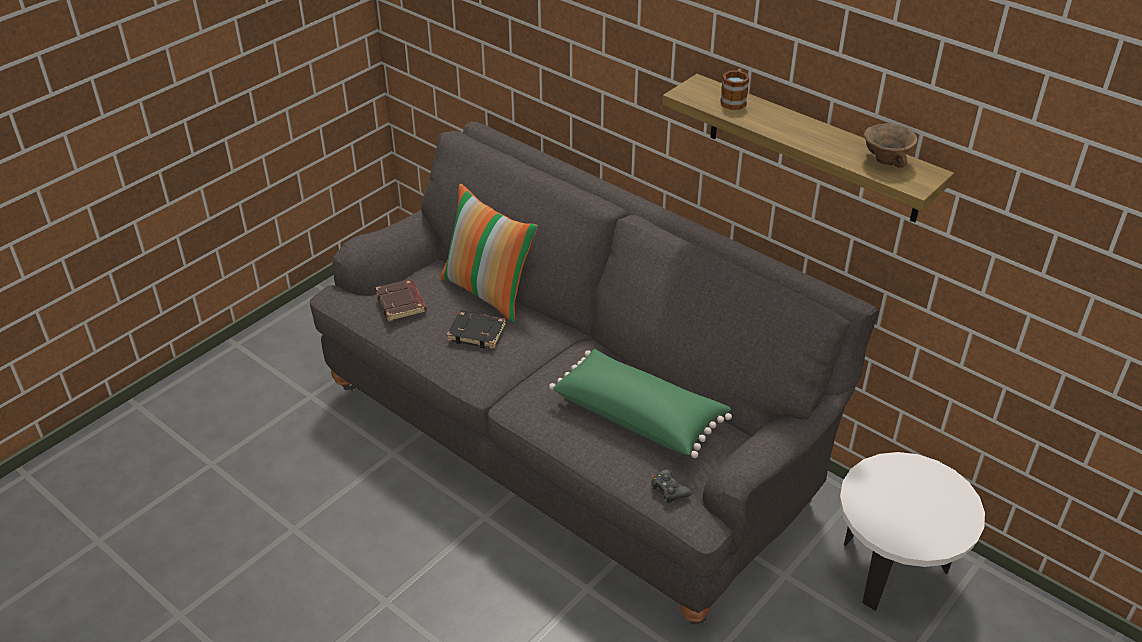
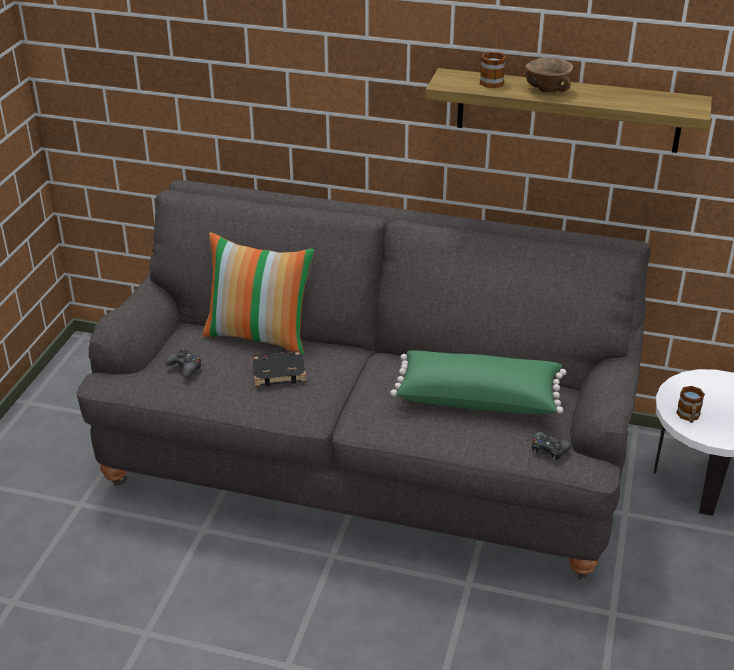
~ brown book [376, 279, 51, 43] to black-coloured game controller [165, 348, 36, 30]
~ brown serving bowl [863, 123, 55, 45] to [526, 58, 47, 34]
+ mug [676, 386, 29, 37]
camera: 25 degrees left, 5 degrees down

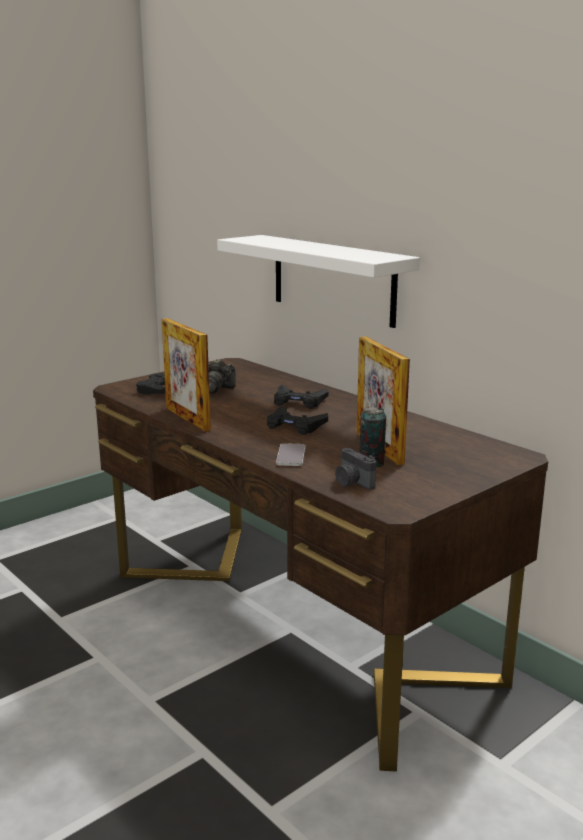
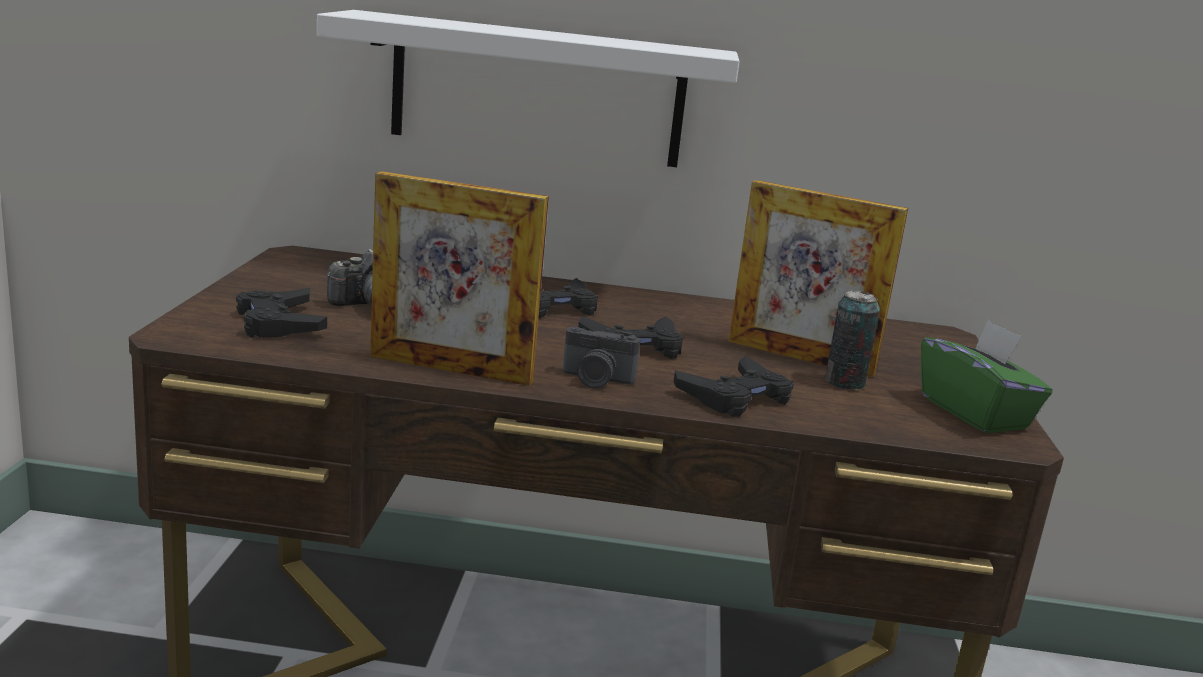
~ handset [276, 443, 29, 23] to black-coloured game controller [674, 356, 120, 61]
~ photo camera [335, 448, 41, 42] to [563, 327, 77, 61]
+ greenish box of tissues [921, 320, 132, 113]
camera: 45 degrees left, 0 degrees up

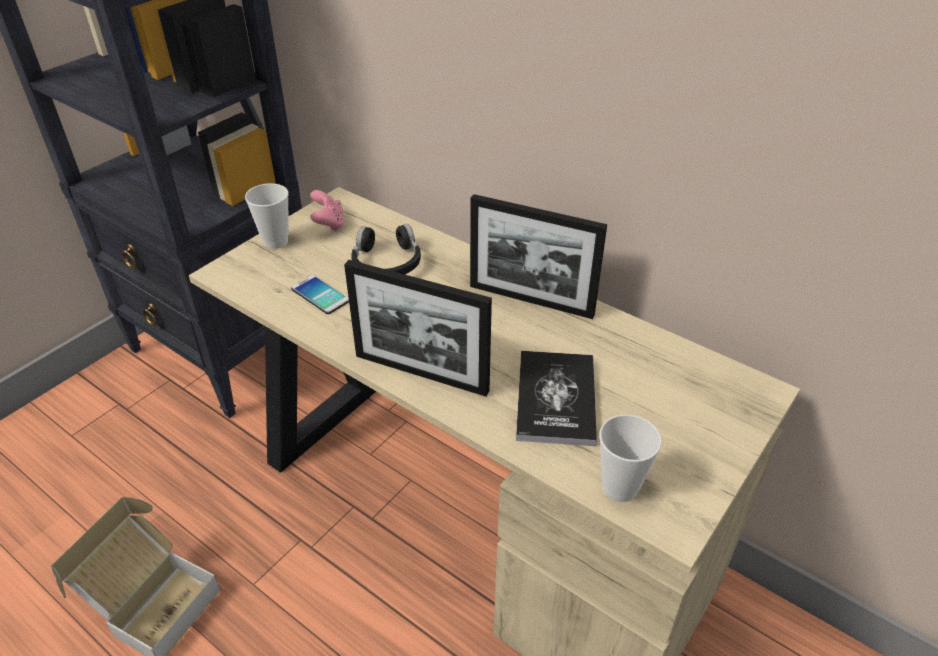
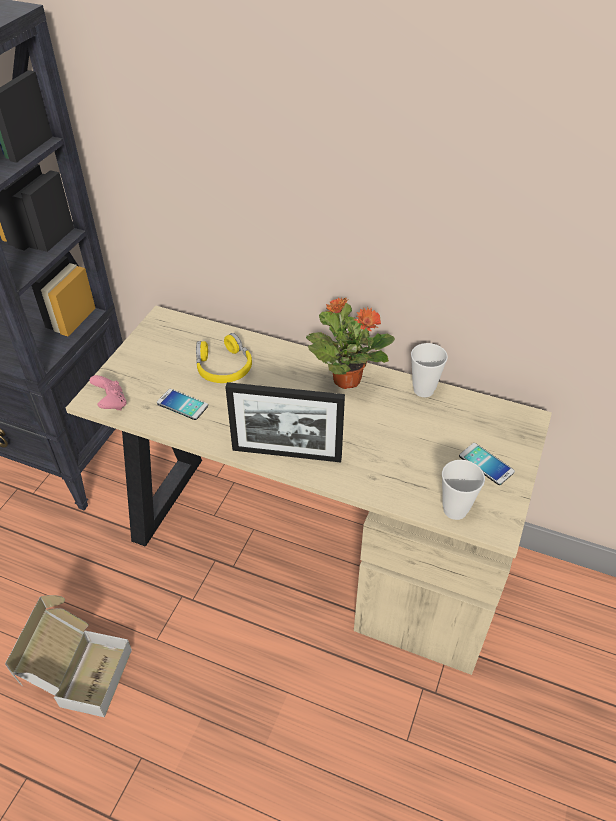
~ drinking cup [245, 183, 44, 66] to [411, 343, 37, 54]
~ pink game controller [310, 190, 34, 42] to [89, 375, 38, 35]
~ black-coloured headphones [351, 224, 70, 50] to yellow headphones [196, 333, 56, 50]
~ photo frame [470, 194, 137, 125] to plant in a pot [306, 297, 89, 92]
- book [516, 351, 81, 95]
+ handset [459, 443, 56, 42]
camera: 15 degrees left, 5 degrees up

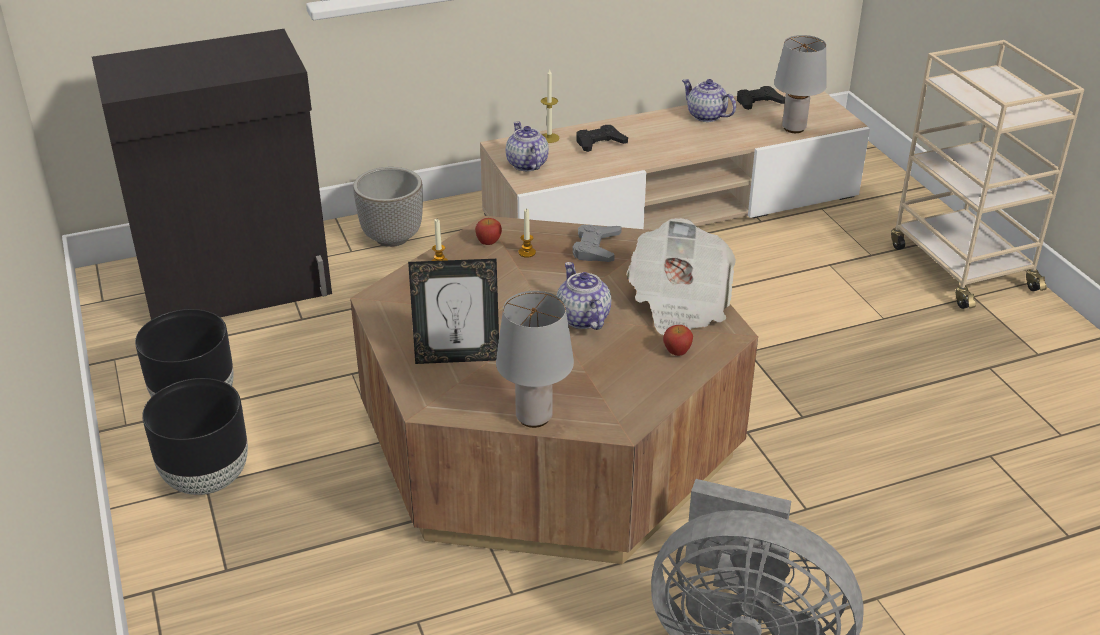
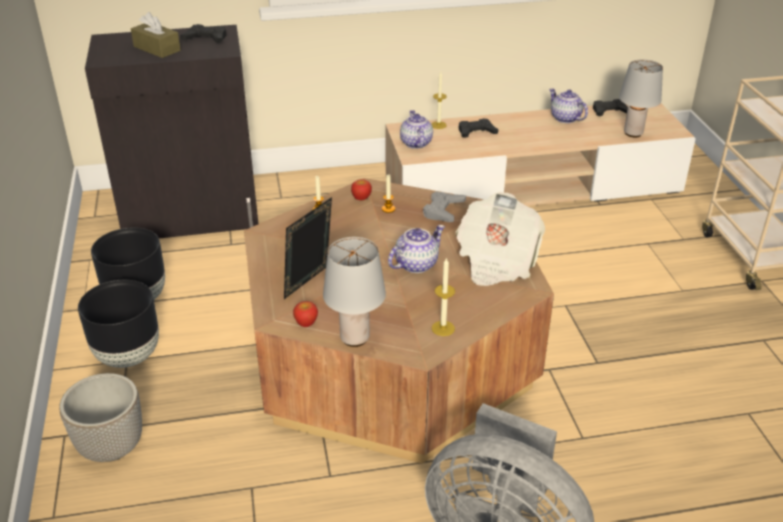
~ plant pot [353, 167, 70, 80] to [59, 373, 83, 89]
~ photo frame [408, 259, 91, 105] = [284, 197, 48, 102] 120 degrees clockwise
~ pot for tea [557, 262, 54, 68] = [388, 225, 57, 48] 60 degrees clockwise
~ whole apple [663, 325, 30, 31] to [293, 301, 25, 26]
+ brown box of tissues [131, 12, 50, 46]
+ black-coloured game controller [181, 24, 46, 19]
+ wax candle [432, 257, 23, 79]
camera: 10 degrees right, 0 degrees up

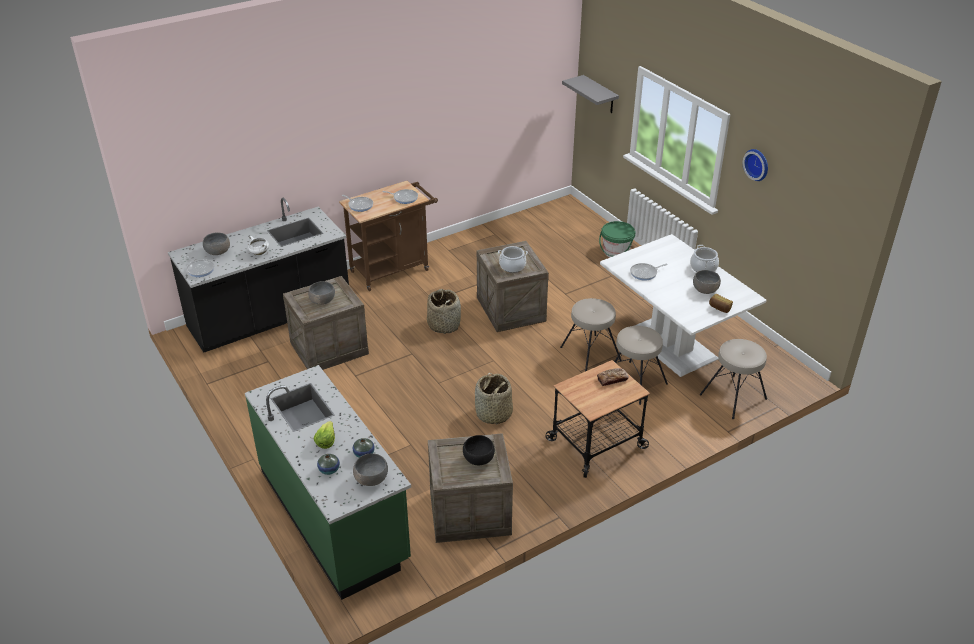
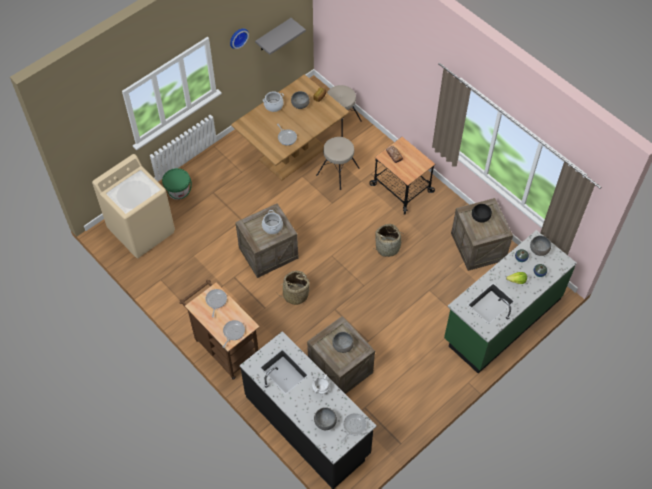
- beige-coloured stool [560, 298, 62, 73]
~ gray shelf [562, 75, 57, 38] to [255, 18, 51, 37]
~ white kitchen table [600, 234, 166, 143] to brown kitchen table [231, 74, 118, 106]
+ beige-coloured laundry machine [92, 154, 83, 104]
camera: 100 degrees left, 20 degrees up

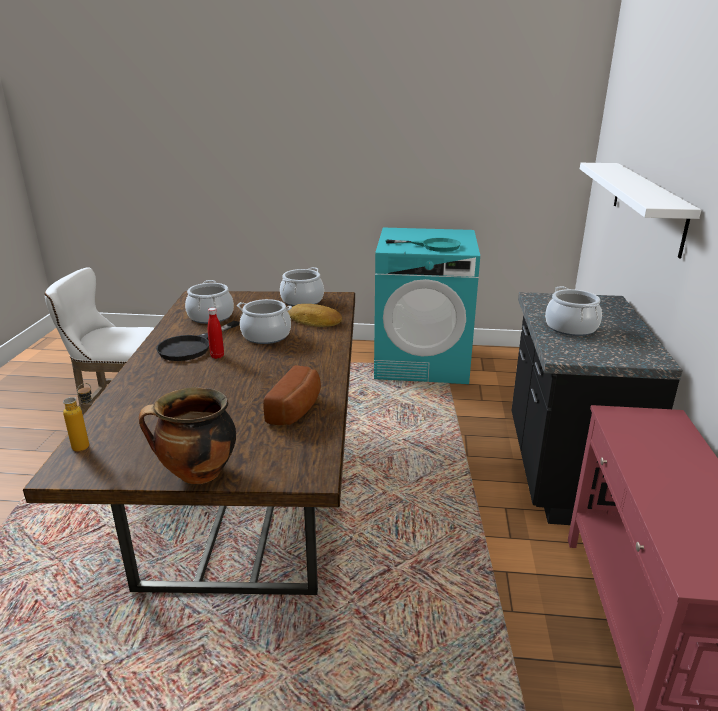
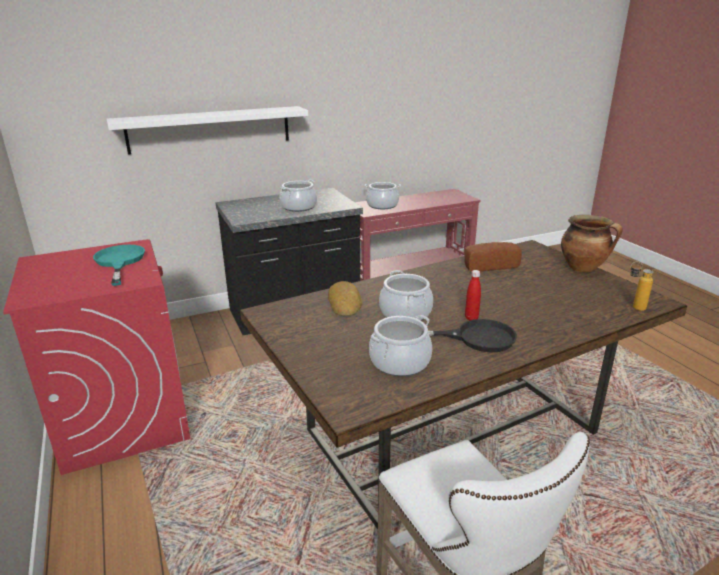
~ saucepot [280, 267, 44, 39] to [365, 182, 36, 27]
~ turquoise-coloured laundry machine [374, 228, 106, 156] to red-coloured laundry machine [3, 239, 187, 236]
camera: 120 degrees left, 0 degrees up

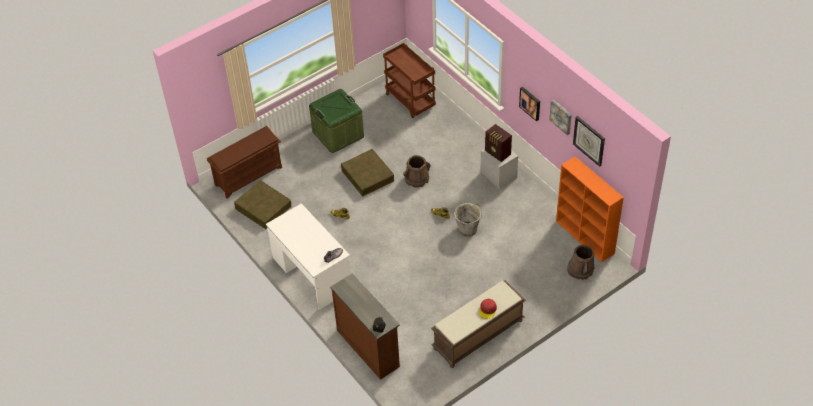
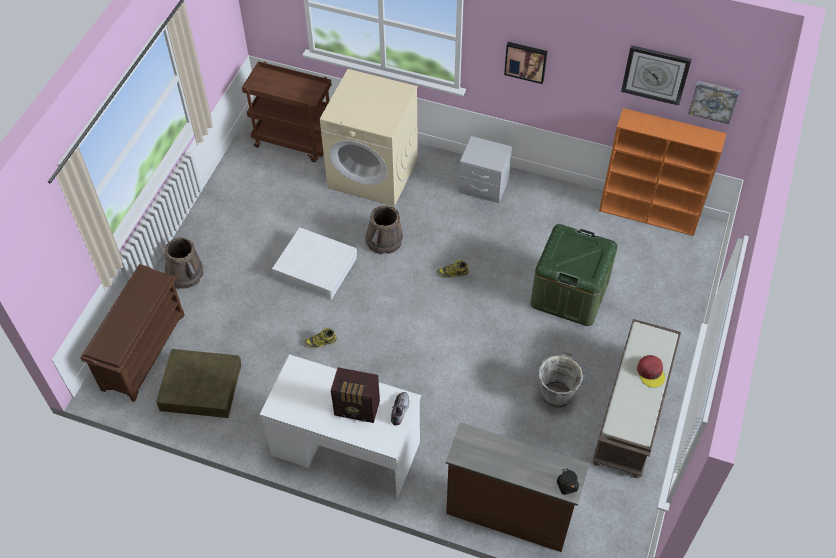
~ greenish storage container [309, 89, 55, 64] to [531, 224, 86, 102]
~ brown storage container [341, 149, 53, 48] to white storage container [272, 227, 85, 73]
~ gray pail [454, 203, 28, 34] to [539, 351, 47, 57]
~ radio set [485, 124, 27, 38] to [331, 367, 49, 56]
~ wall picture [549, 100, 23, 35] to [688, 81, 52, 43]
~ brown pail [567, 245, 27, 35] to [164, 237, 39, 52]
+ beige-coloured laundry machine [320, 69, 98, 138]
camera: 35 degrees left, 5 degrees up

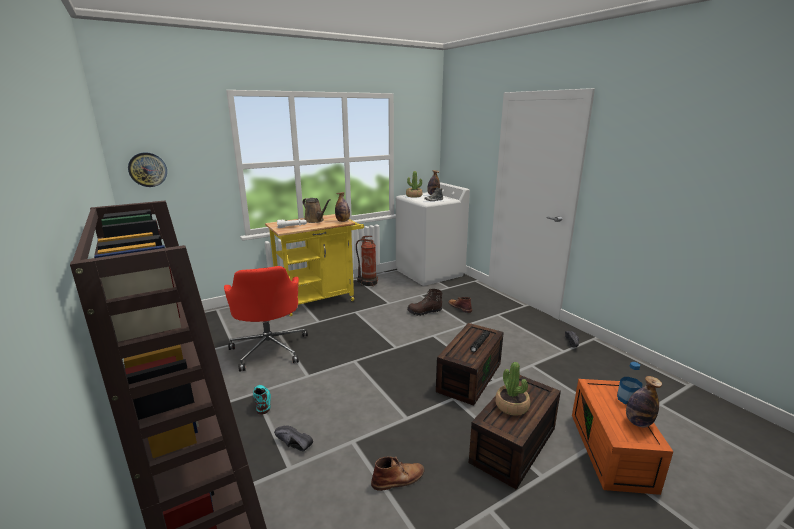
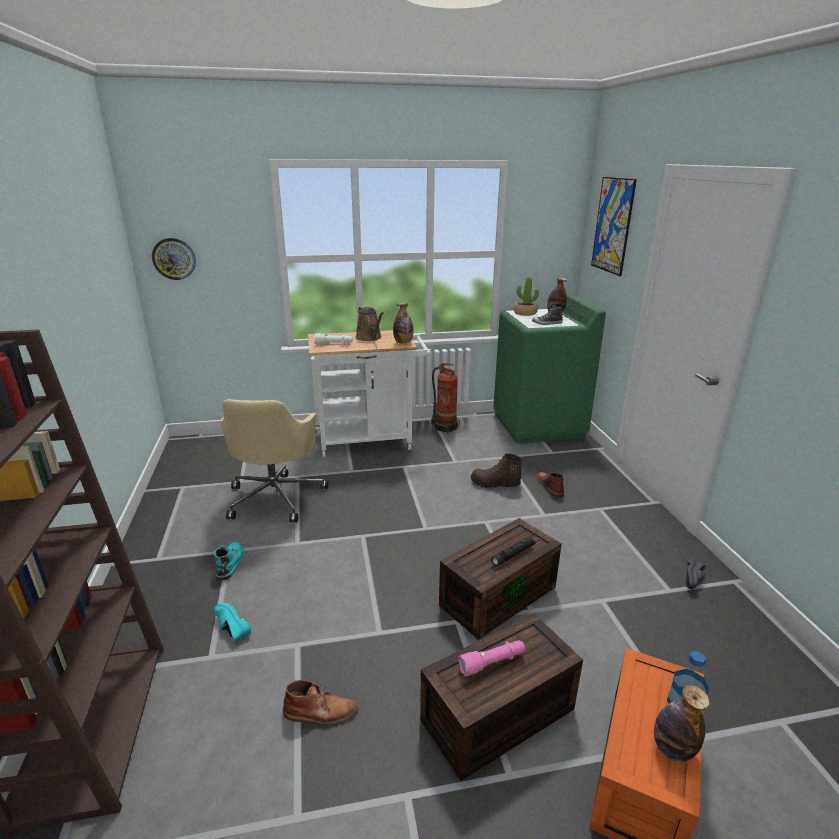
~ red-coloured desk chair [224, 266, 84, 106] to beige-coloured desk chair [220, 399, 108, 123]
~ yellow cart [265, 214, 99, 102] to white cart [308, 330, 124, 128]
~ black-coloured shoe [274, 425, 39, 26] to turquoise-coloured shoe [214, 603, 37, 38]
~ white laundry machine [396, 182, 74, 104] to greenish laundry machine [493, 293, 113, 151]
~ plant in a pot [495, 362, 35, 54] to pink hand torch [458, 640, 67, 37]
+ wall picture [591, 177, 46, 99]
camera: 20 degrees right, 5 degrees up

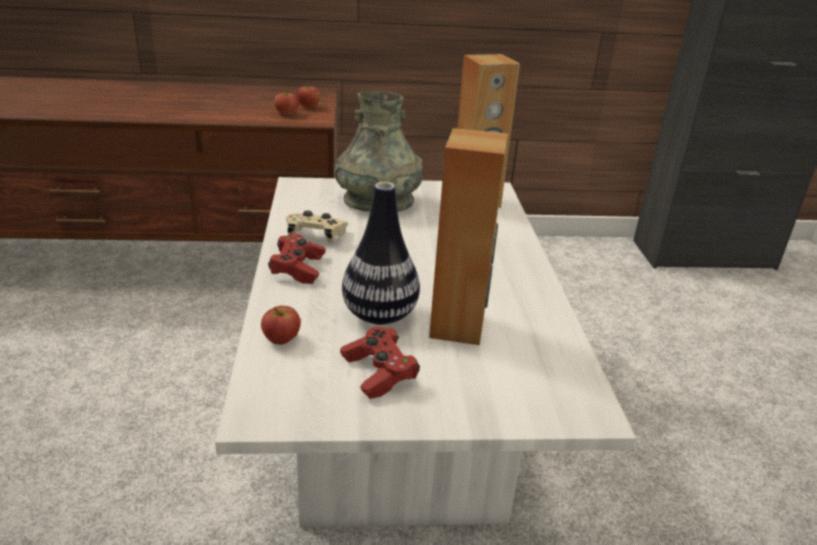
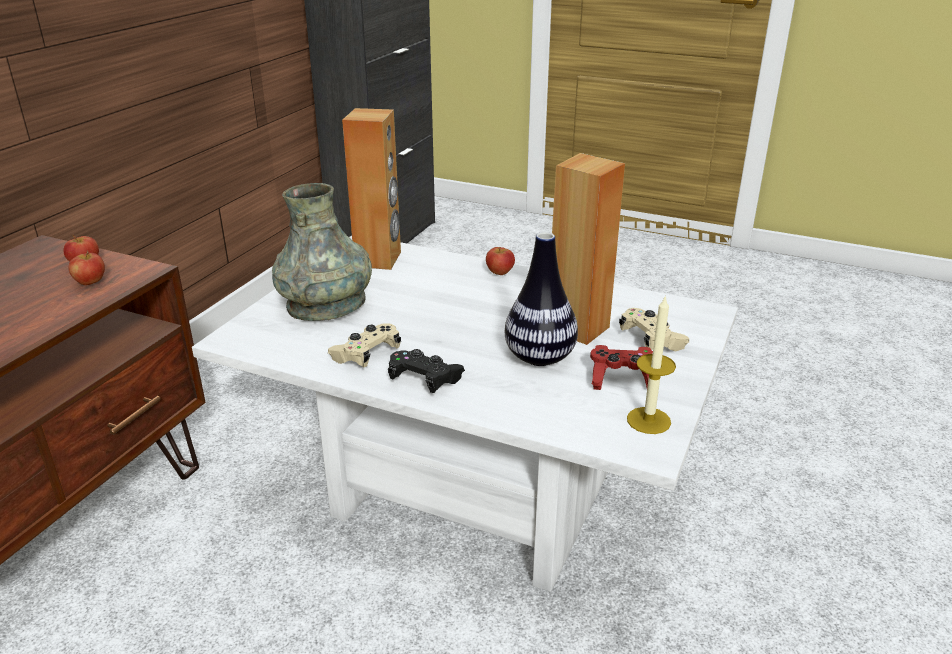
~ whole apple [261, 306, 40, 39] to [486, 247, 29, 28]
~ red-coloured game controller [268, 234, 57, 50] to black-coloured game controller [388, 349, 77, 44]
+ beige-coloured game controller [619, 308, 70, 43]
+ wax candle [627, 295, 49, 139]
camera: 60 degrees left, 0 degrees up

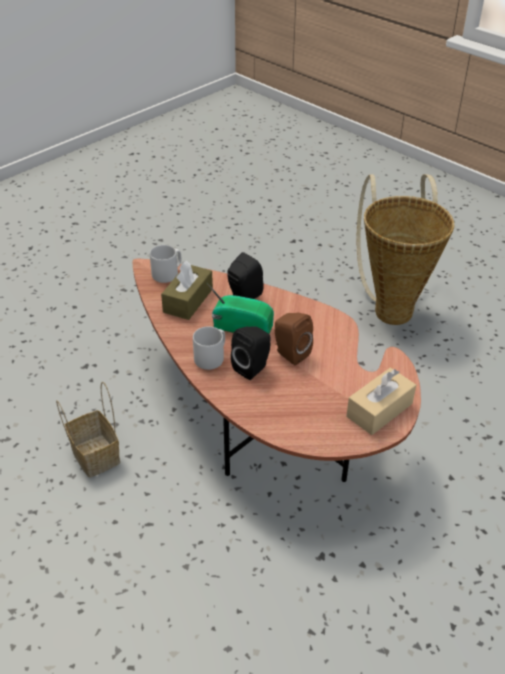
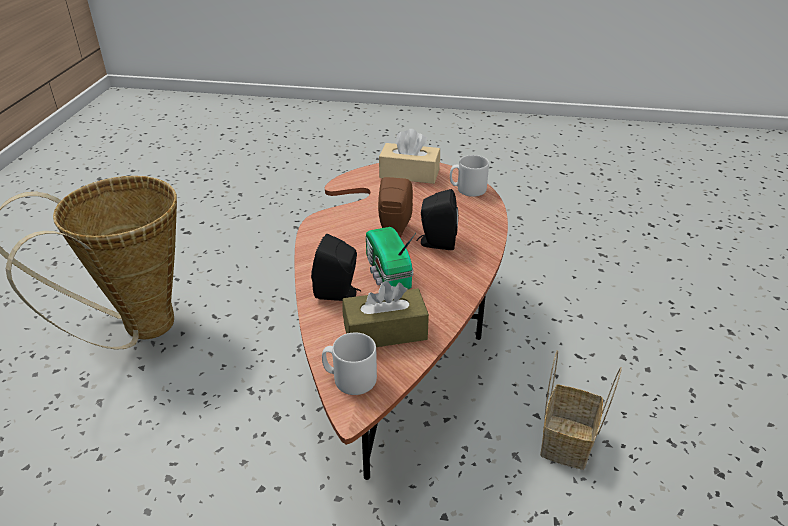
~ gray mug [193, 326, 32, 44] to [450, 155, 39, 42]
camera: 125 degrees left, 5 degrees down

